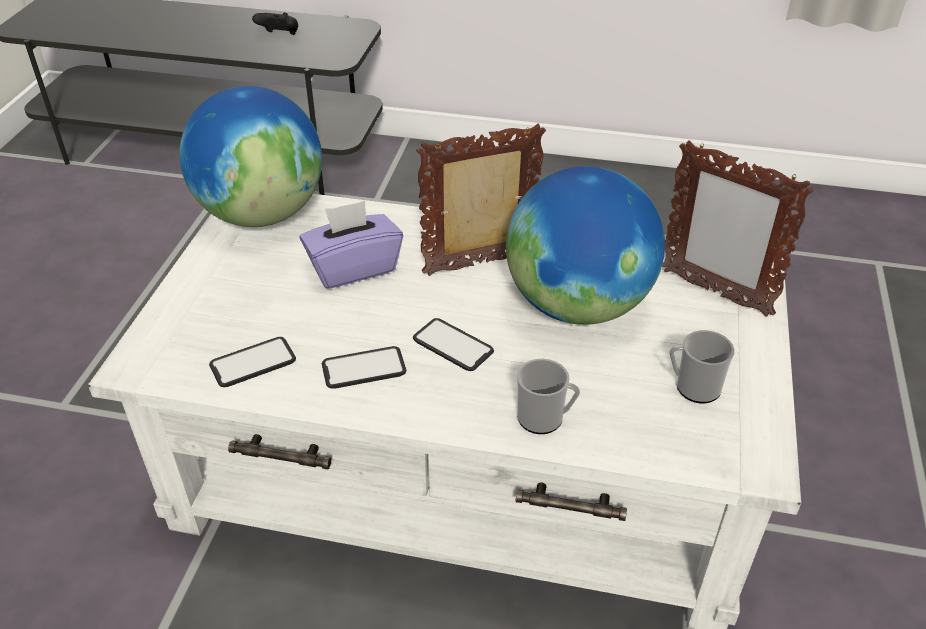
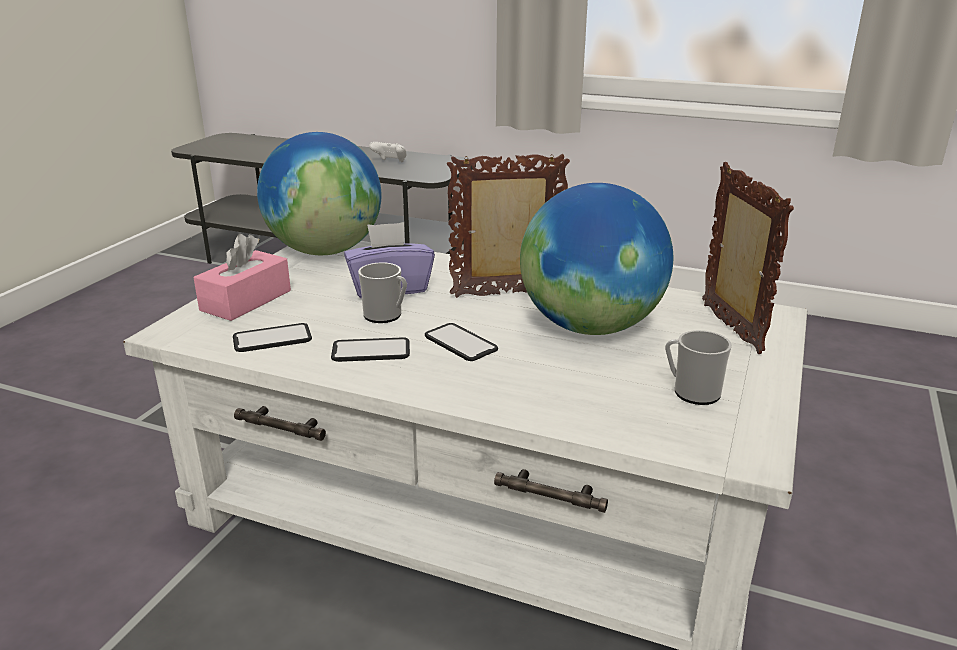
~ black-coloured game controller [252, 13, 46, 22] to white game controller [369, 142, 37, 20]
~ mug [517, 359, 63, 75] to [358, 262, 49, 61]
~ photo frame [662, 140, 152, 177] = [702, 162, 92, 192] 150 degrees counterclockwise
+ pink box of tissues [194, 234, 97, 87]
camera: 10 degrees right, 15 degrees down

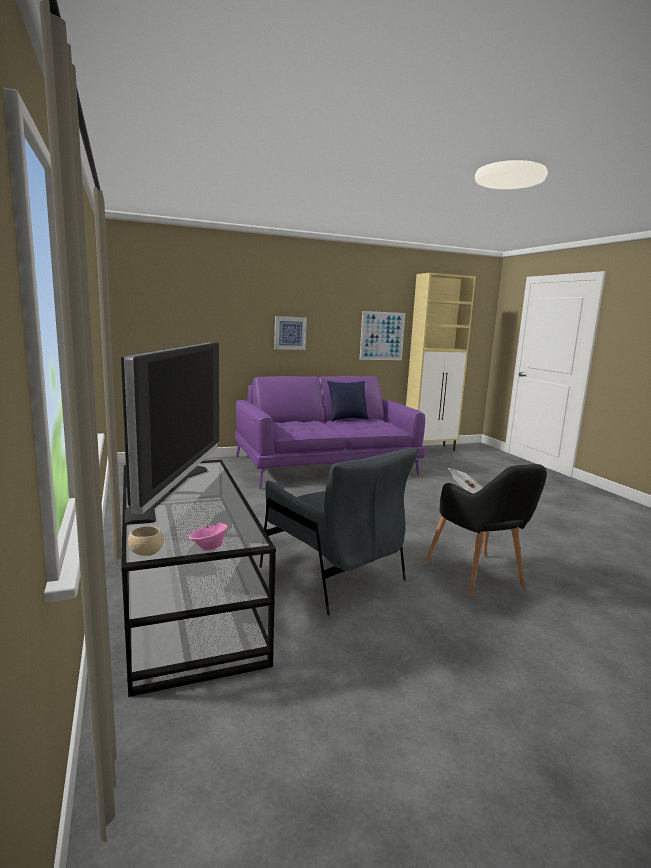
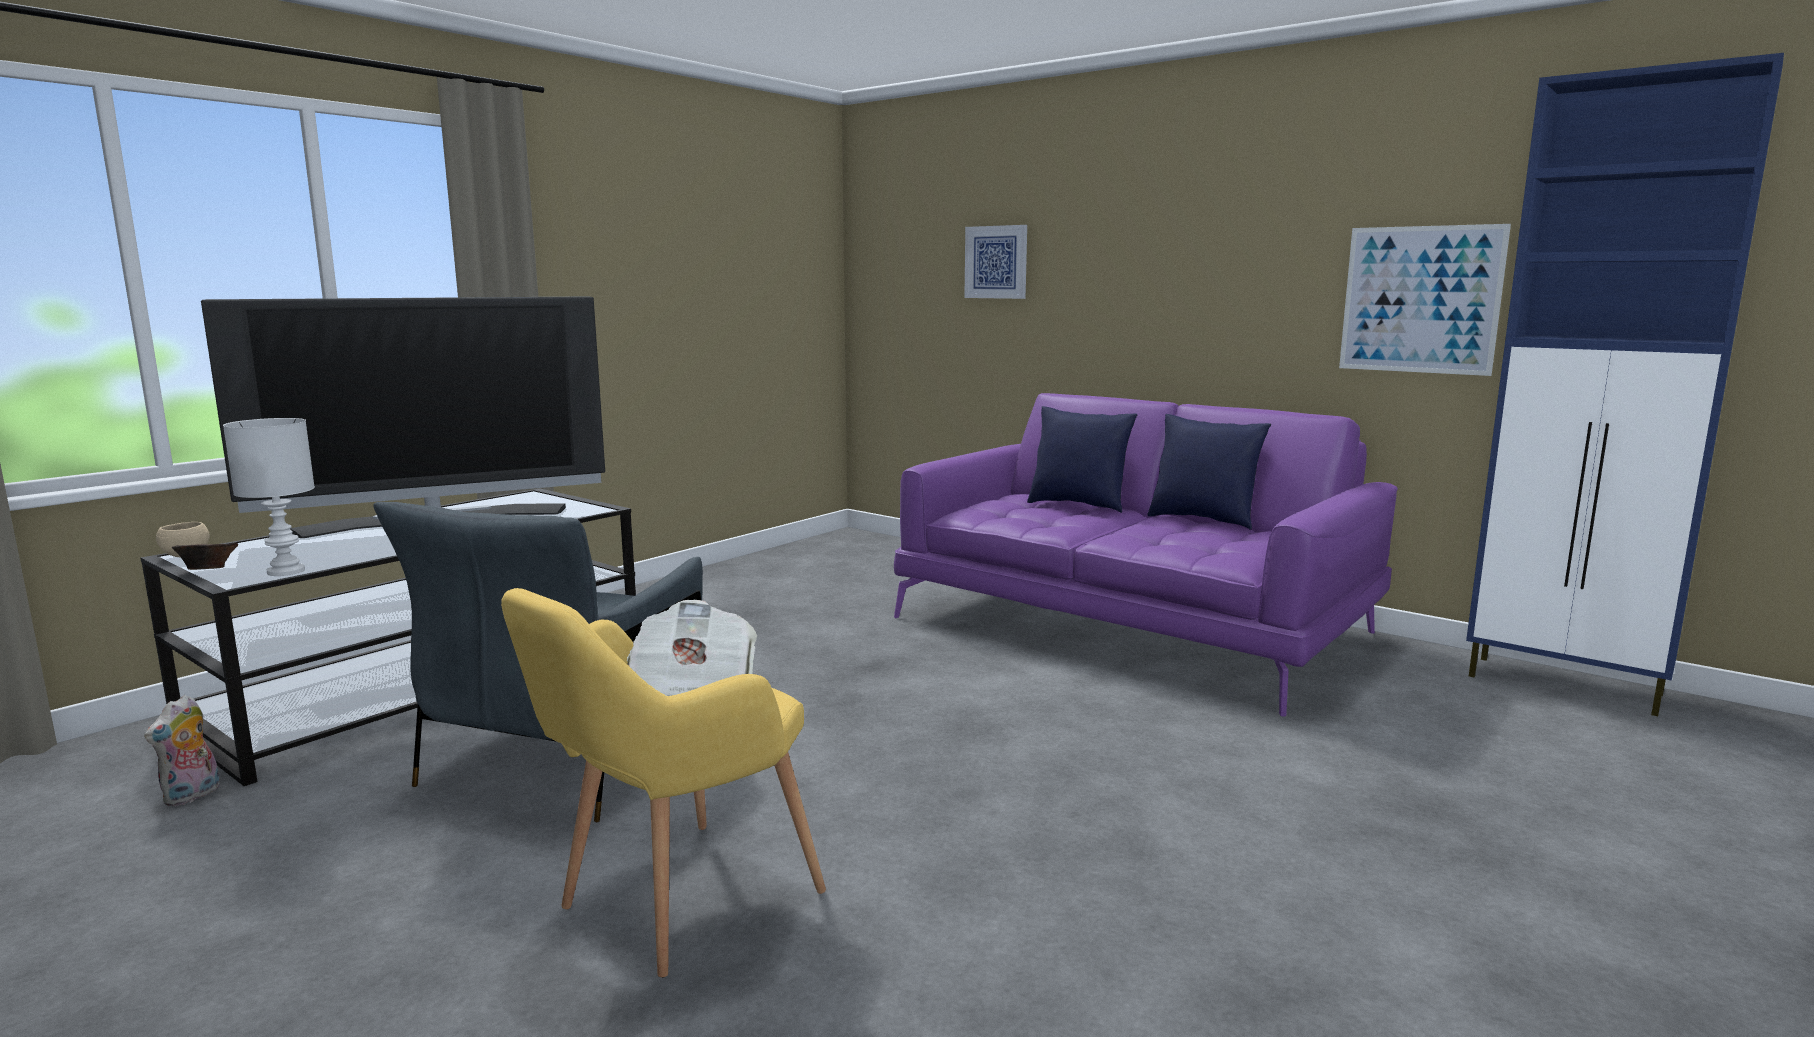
~ pink serving bowl [189, 523, 39, 28] to brown serving bowl [172, 542, 66, 28]
~ wall picture [274, 316, 33, 34] to [964, 225, 63, 74]
~ beige-coloured storage cabinet [406, 273, 70, 178] to blue-coloured storage cabinet [1466, 53, 318, 663]
~ black-coloured easy chair [425, 464, 122, 133] to yellow easy chair [501, 588, 325, 390]
+ plush toy [144, 695, 76, 111]
+ white lamp for a table [223, 418, 92, 158]
+ blue-coloured cushion [1027, 406, 111, 107]
camera: 60 degrees right, 0 degrees up

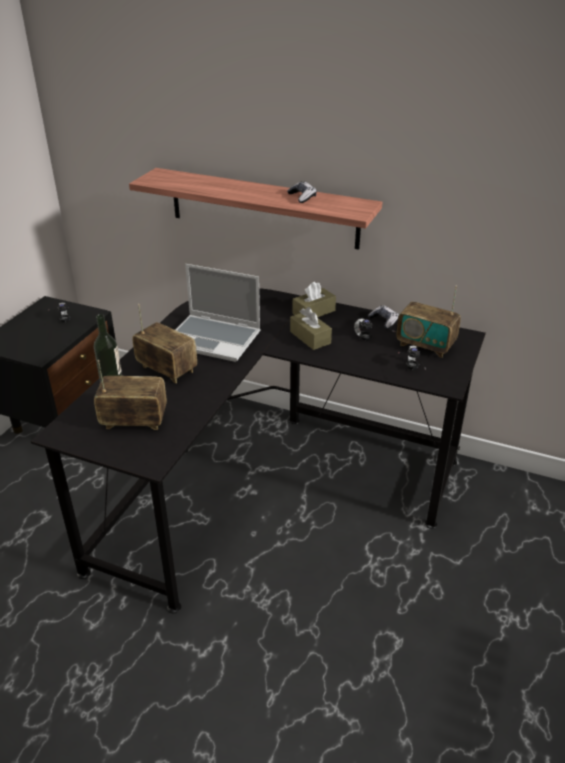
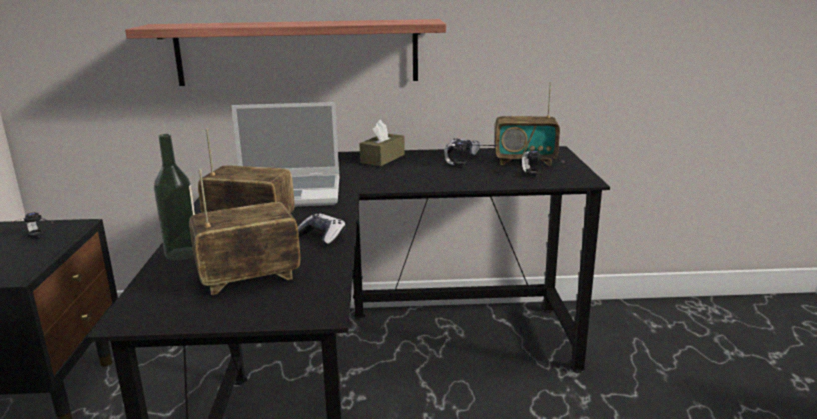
~ game controller [287, 181, 30, 22] to [298, 213, 48, 33]
- brown box of tissues [290, 307, 42, 43]
camera: 25 degrees left, 15 degrees down

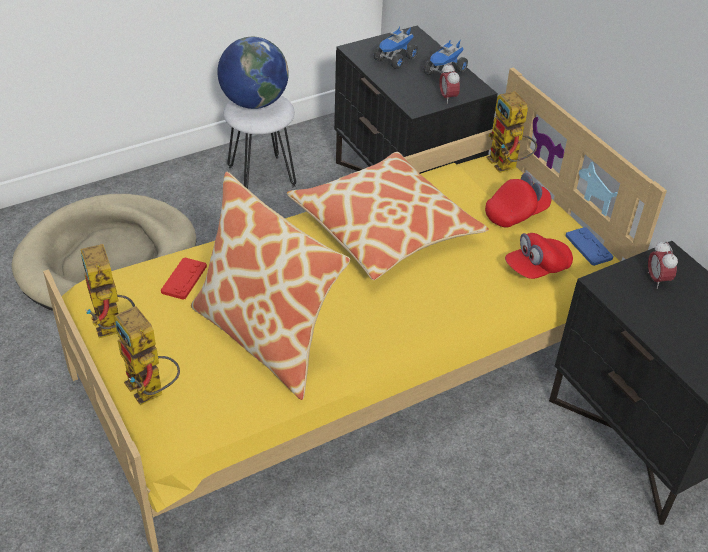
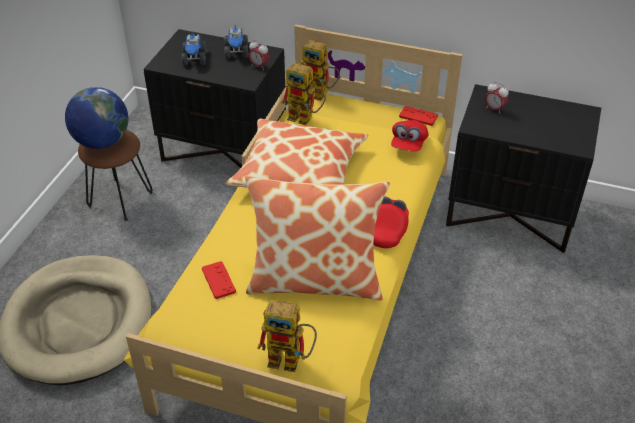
~ model robot [81, 244, 54, 94] to [281, 62, 45, 63]
~ white stool [224, 96, 72, 93] to brown stool [78, 130, 75, 91]
~ red-coloured peaked cap [485, 173, 66, 55] to [373, 196, 36, 52]
~ blue-coloured game controller [566, 227, 47, 39] to red-coloured game controller [399, 106, 39, 20]
camera: 40 degrees left, 0 degrees up

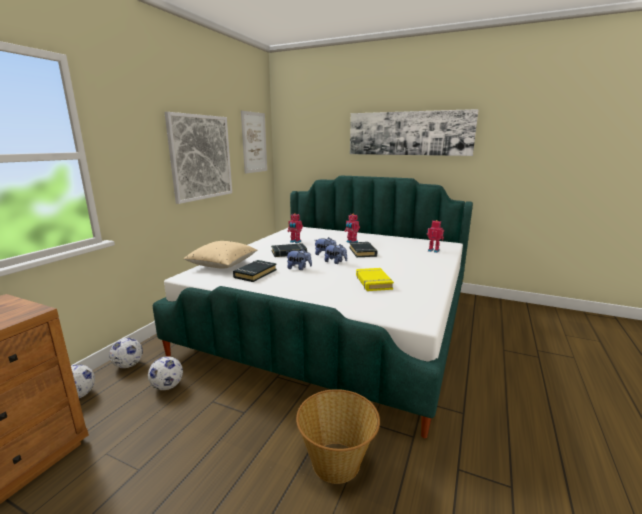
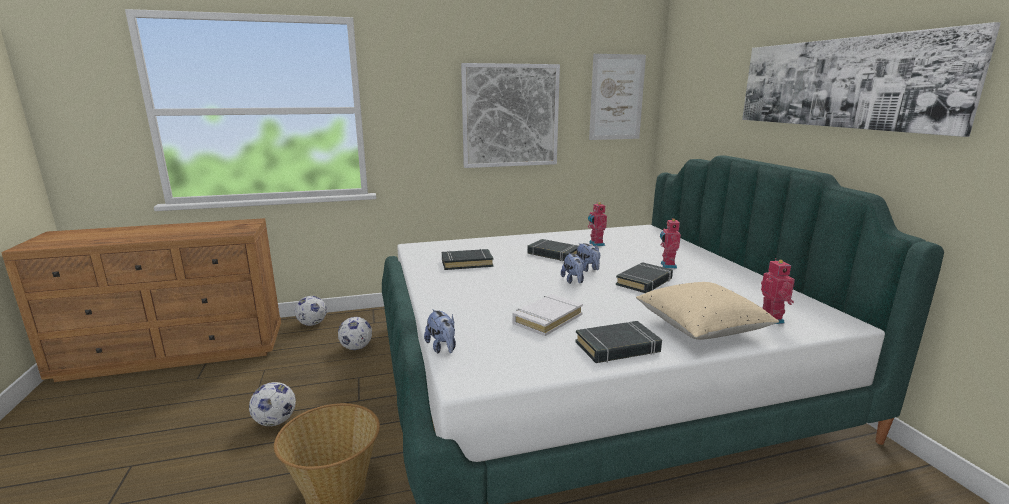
~ football ball [109, 338, 34, 30] to [249, 382, 47, 44]
~ beige-coloured cushion [183, 241, 74, 28] to [636, 282, 143, 58]
~ plush toy [287, 249, 25, 21] to [424, 309, 32, 45]
~ yellow book [356, 268, 38, 23] to white book [512, 294, 71, 42]
+ black-coloured book [575, 321, 87, 42]
camera: 50 degrees right, 0 degrees up

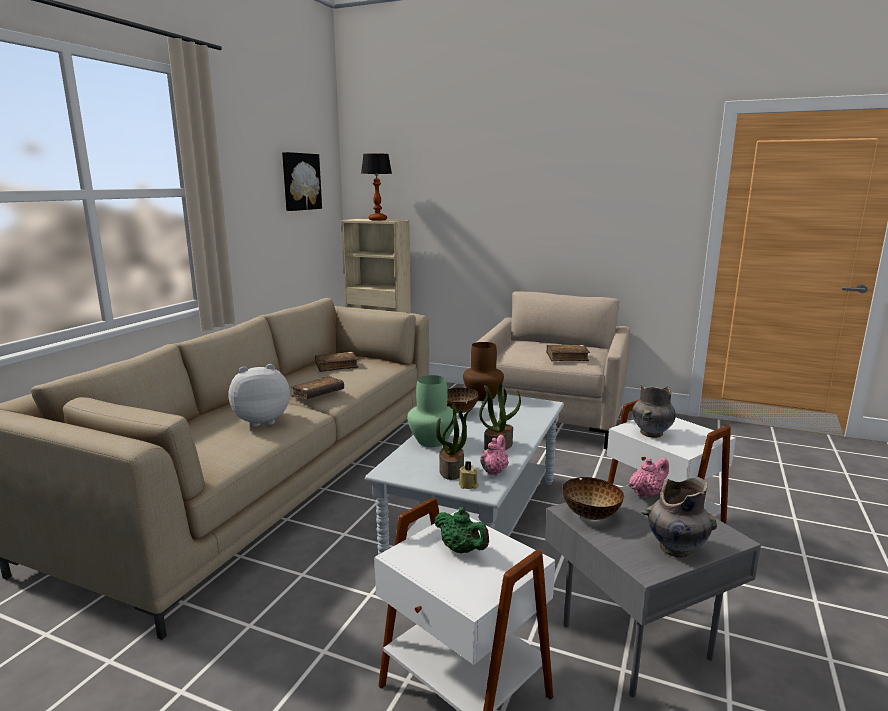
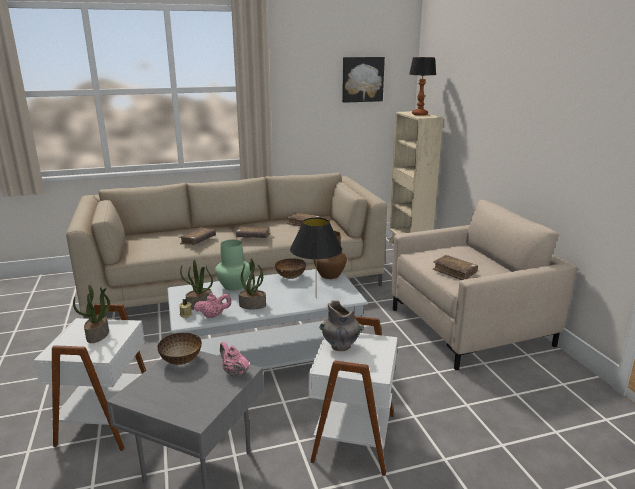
~ plush toy [228, 364, 62, 63] to brown book [179, 227, 37, 18]
~ greenish pot for tea [434, 507, 55, 46] to plant in a pot [73, 285, 37, 58]
~ pink pot for tea [629, 457, 40, 42] = [220, 342, 30, 34] 150 degrees counterclockwise
- gray decorative vase [642, 477, 75, 81]
+ black-coloured lamp for a table [290, 218, 52, 80]
camera: 50 degrees right, 5 degrees up

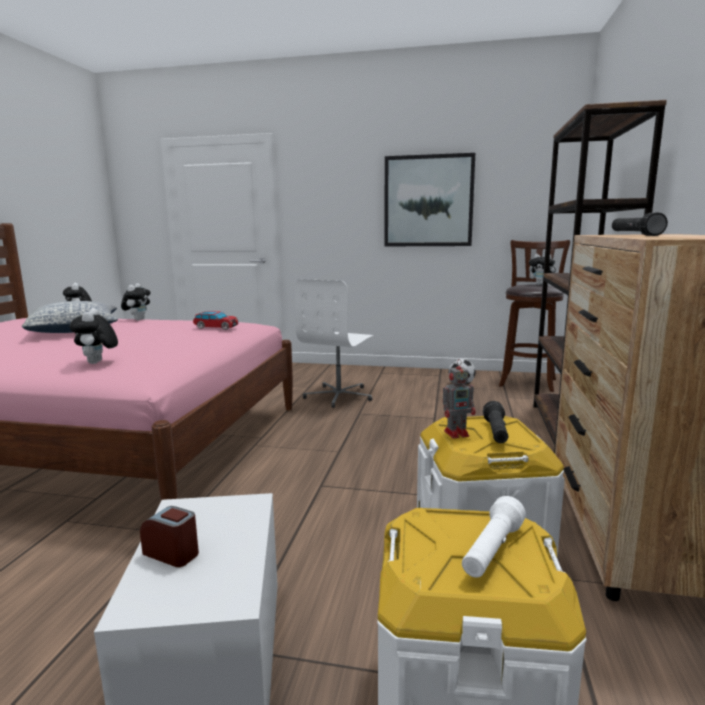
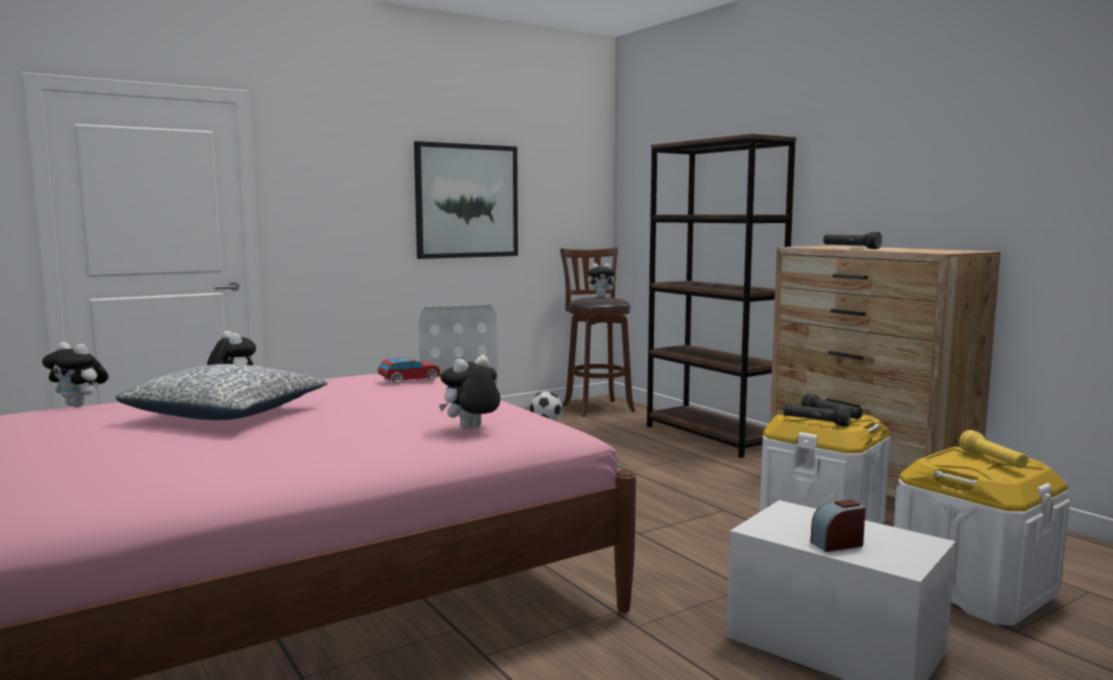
~ plush toy [70, 308, 48, 56] = [439, 355, 61, 74] 105 degrees clockwise
~ model robot [443, 359, 32, 80] to black-coloured hand torch [783, 404, 68, 23]
~ white hand torch [462, 496, 64, 82] to yellow hand torch [959, 430, 69, 38]
camera: 45 degrees left, 5 degrees down

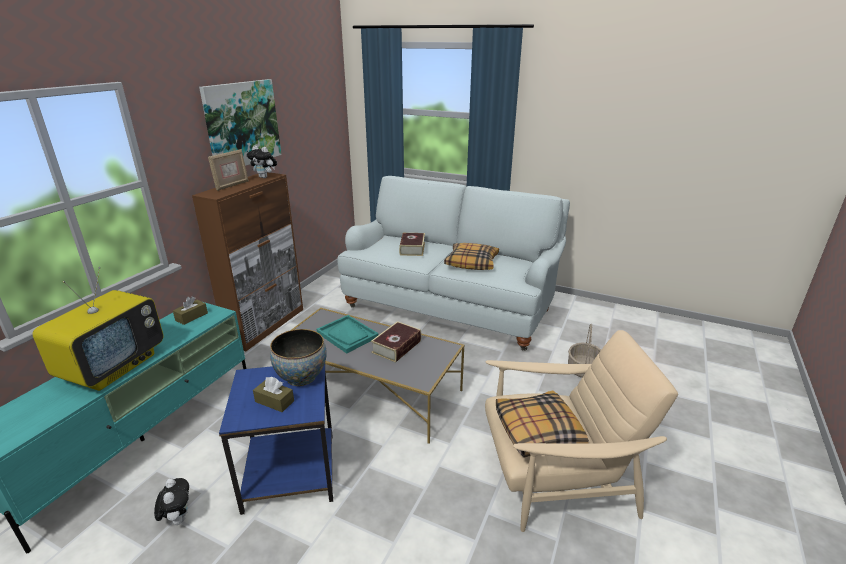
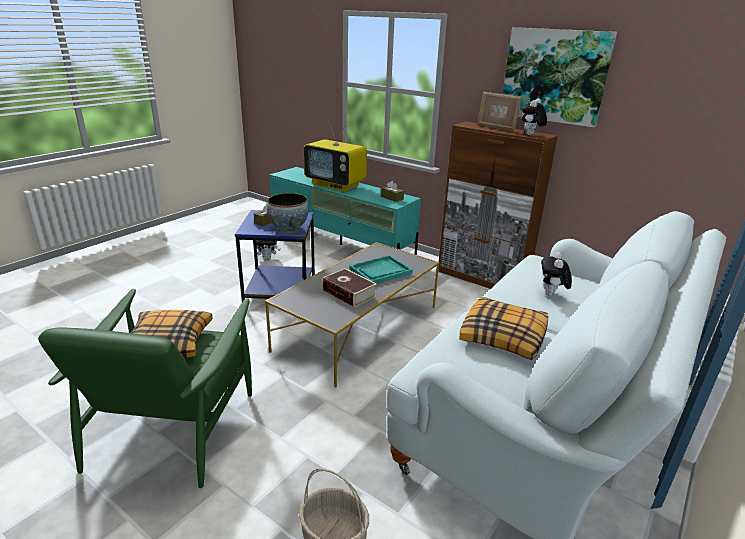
~ book [399, 233, 26, 23] to plush toy [541, 252, 31, 44]
~ beige-coloured easy chair [485, 330, 193, 202] to greenish easy chair [38, 289, 214, 199]
camera: 100 degrees right, 0 degrees up

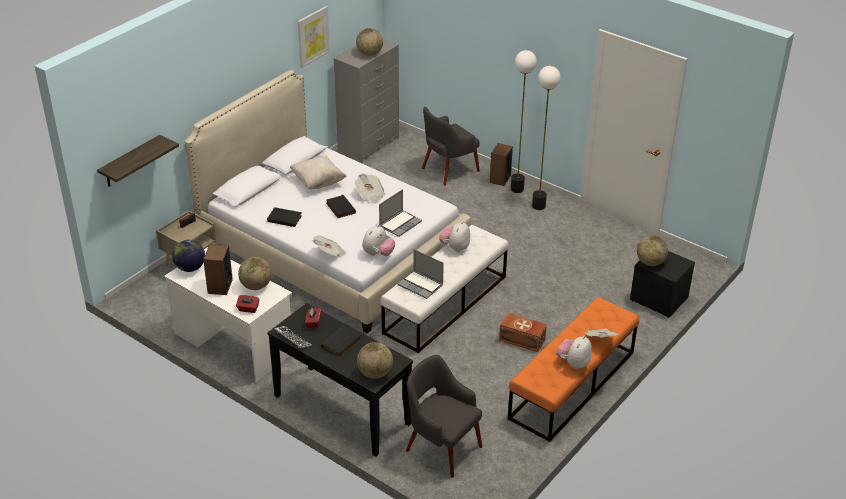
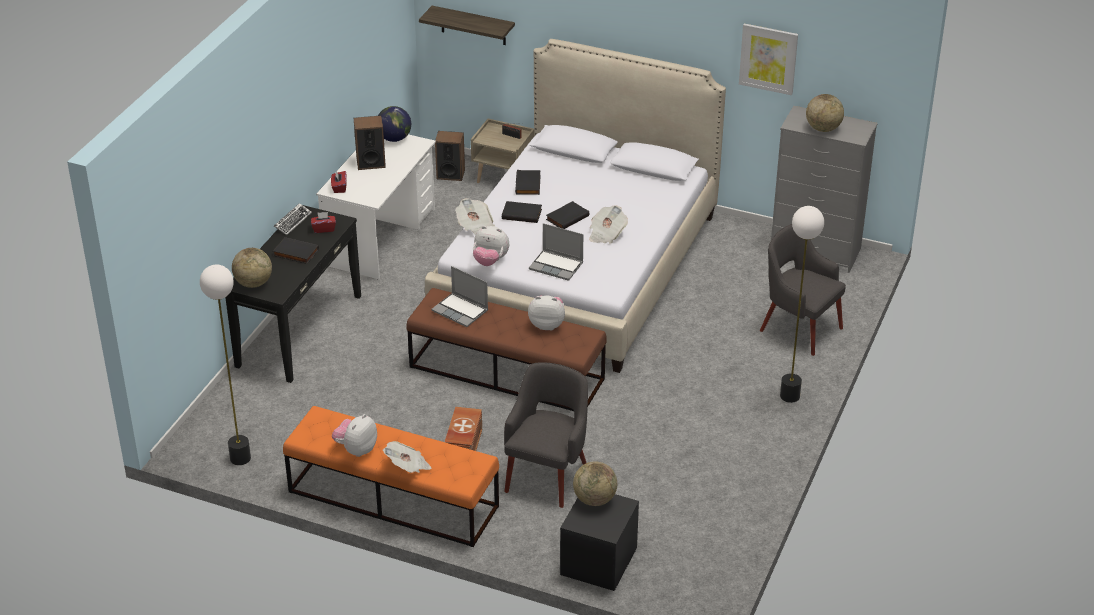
- desk globe [238, 257, 34, 33]
- beige-coloured cushion [290, 155, 57, 34]
~ white bench [380, 225, 129, 128] to brown bench [406, 288, 201, 123]
~ laptop [398, 249, 46, 50] = [431, 266, 57, 61] 75 degrees counterclockwise
~ gray easy chair [406, 355, 76, 123] to [504, 362, 84, 146]
~ speaker [490, 143, 23, 43] to [435, 131, 30, 50]
~ floor lamp [532, 66, 29, 144] to [200, 265, 51, 200]
~ plush toy [556, 335, 36, 34] = [332, 414, 45, 43] 75 degrees counterclockwise
+ black-coloured book [502, 201, 40, 22]
camera: 75 degrees right, 0 degrees up

